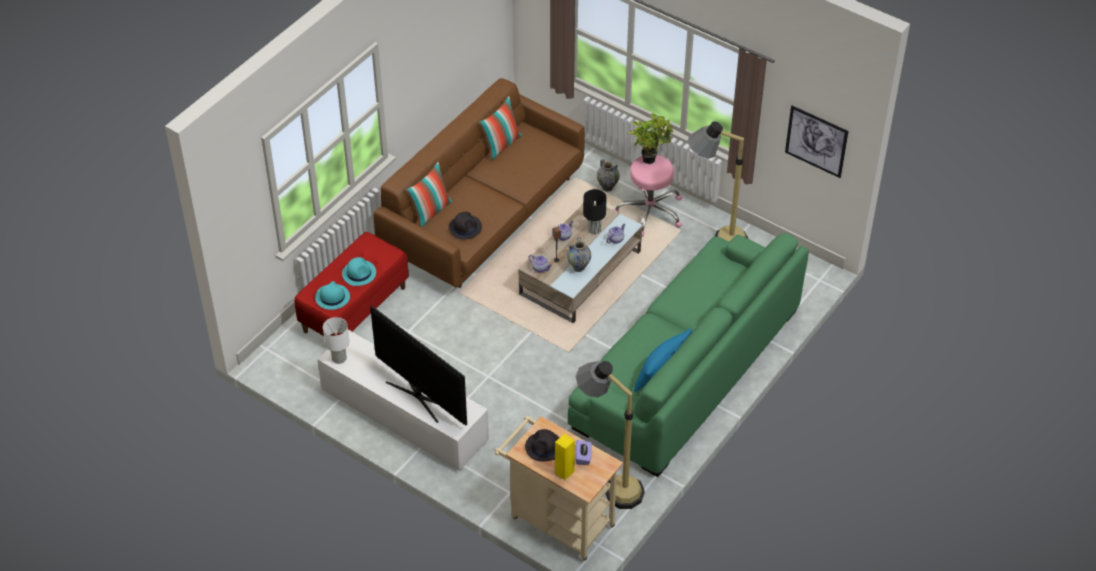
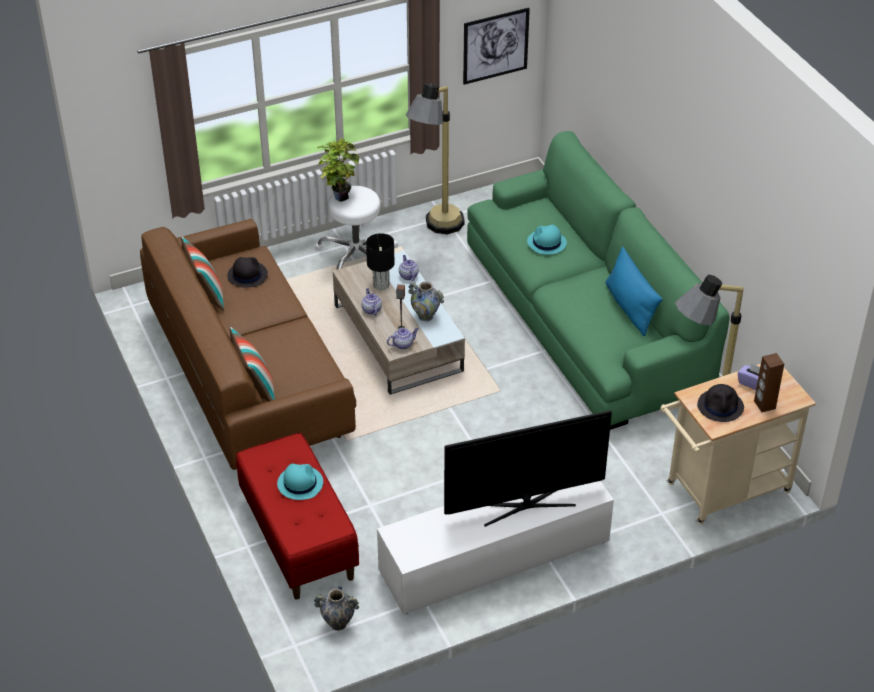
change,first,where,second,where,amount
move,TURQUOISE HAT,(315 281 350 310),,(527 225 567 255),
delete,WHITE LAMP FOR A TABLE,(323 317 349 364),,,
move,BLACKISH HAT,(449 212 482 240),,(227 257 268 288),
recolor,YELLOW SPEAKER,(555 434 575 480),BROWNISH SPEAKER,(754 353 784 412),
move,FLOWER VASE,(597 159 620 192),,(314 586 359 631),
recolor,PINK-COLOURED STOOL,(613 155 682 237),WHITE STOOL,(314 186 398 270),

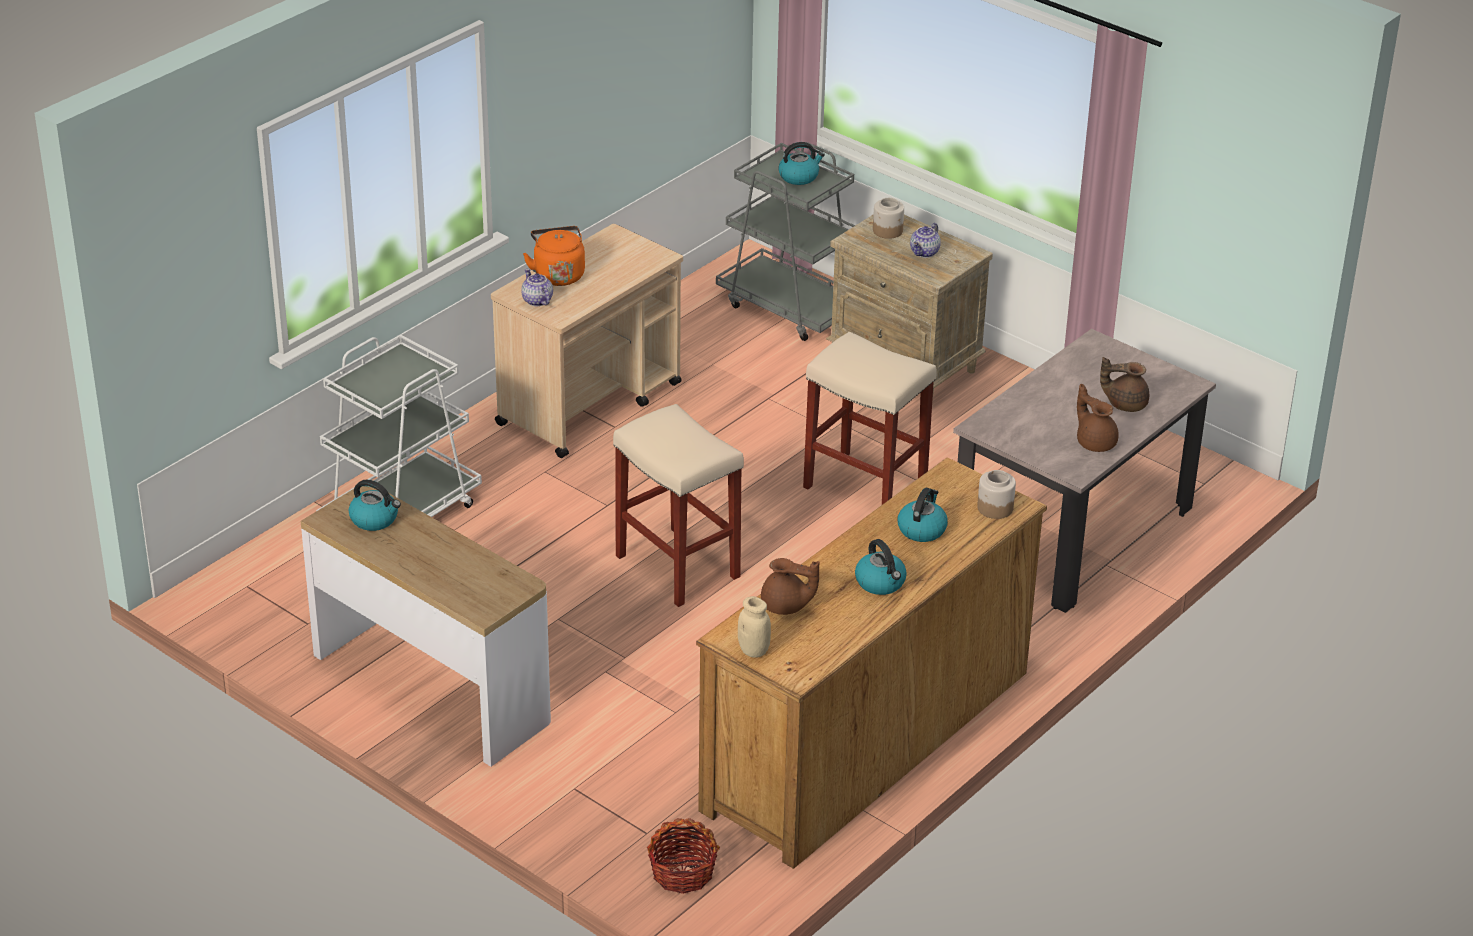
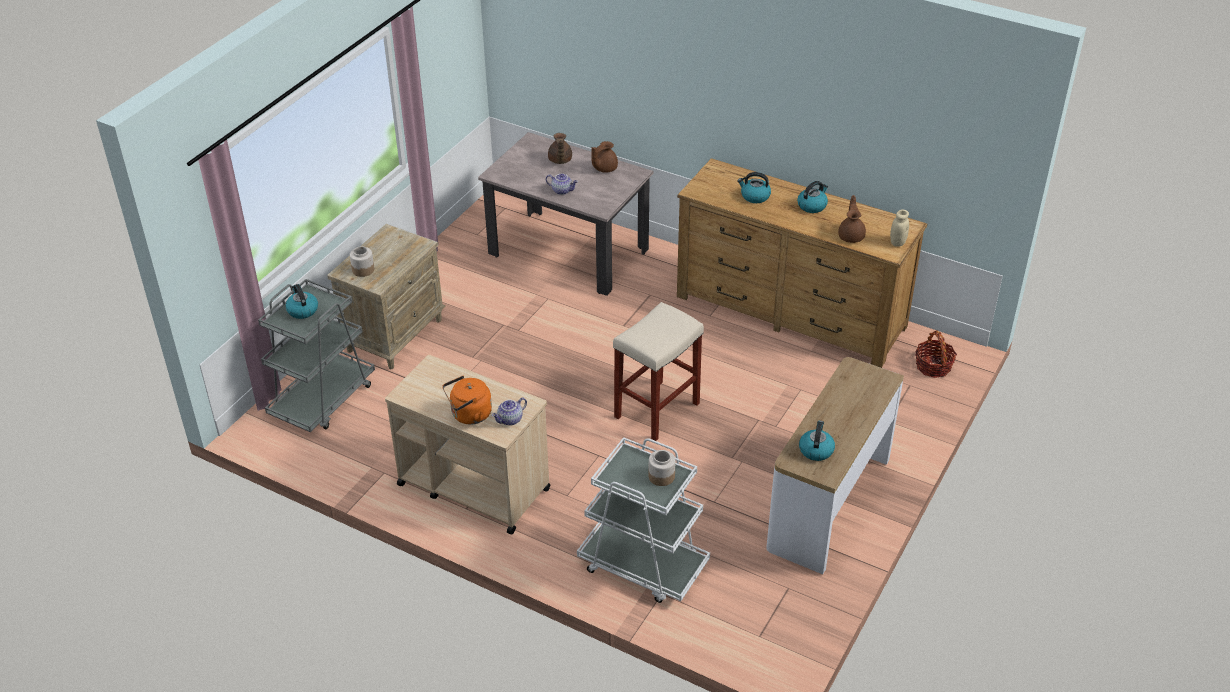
change,first,where,second,where,amount
delete,BEIGE STOOL,(803 332 937 505),,,
move,POT FOR TEA,(910 223 941 258),,(546 174 578 195),
move,PRESERVE JAR,(977 470 1016 519),,(648 450 676 486),

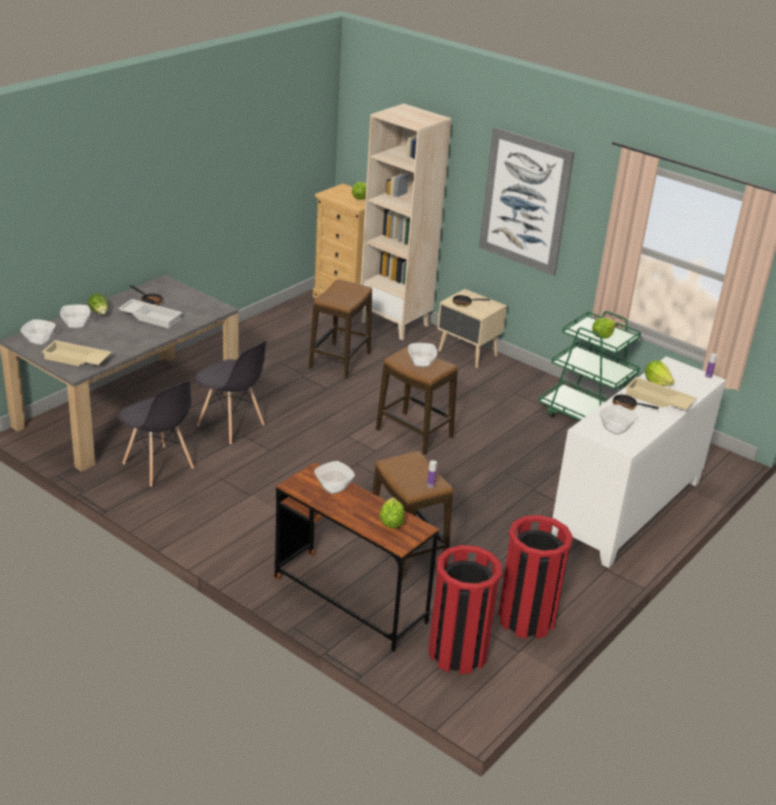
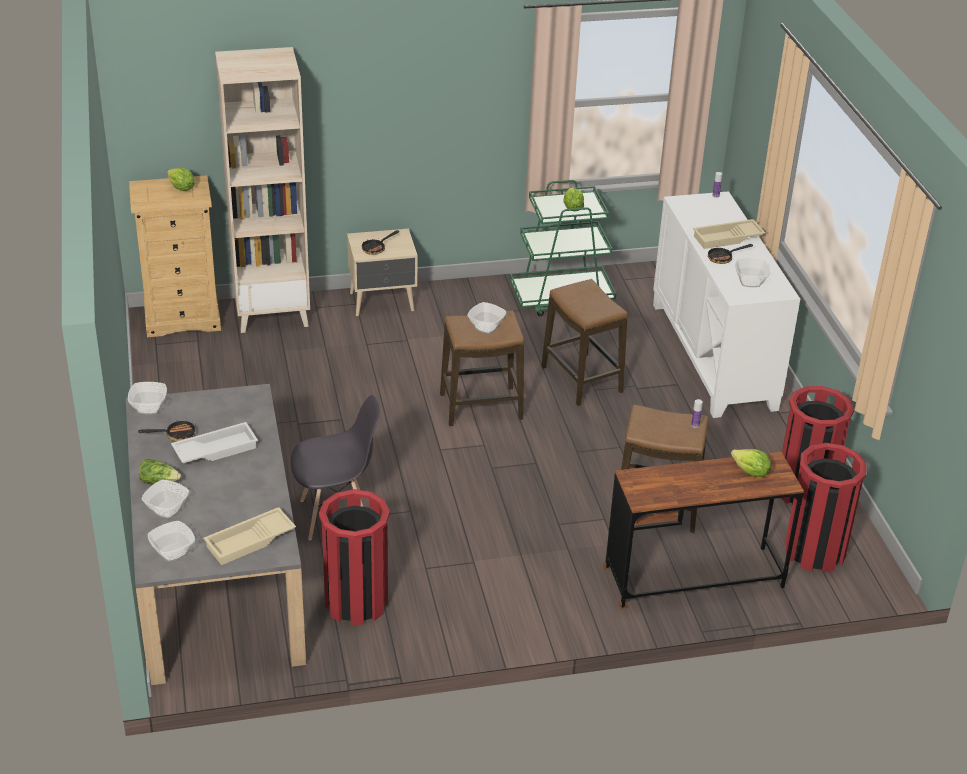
change,first,where,second,where,amount
replace,GREY CHAIR,(117 381 194 487),REDDISH TRASH CAN,(319 489 390 625),
move,STOOL,(309 279 372 379),,(541 279 628 406),
move,DEEP DISH,(314 461 355 494),,(128 382 167 415),
delete,WALL PICTURE,(479 127 575 276),,,
delete,HEAD OF LETTUCE,(645 360 675 386),,,

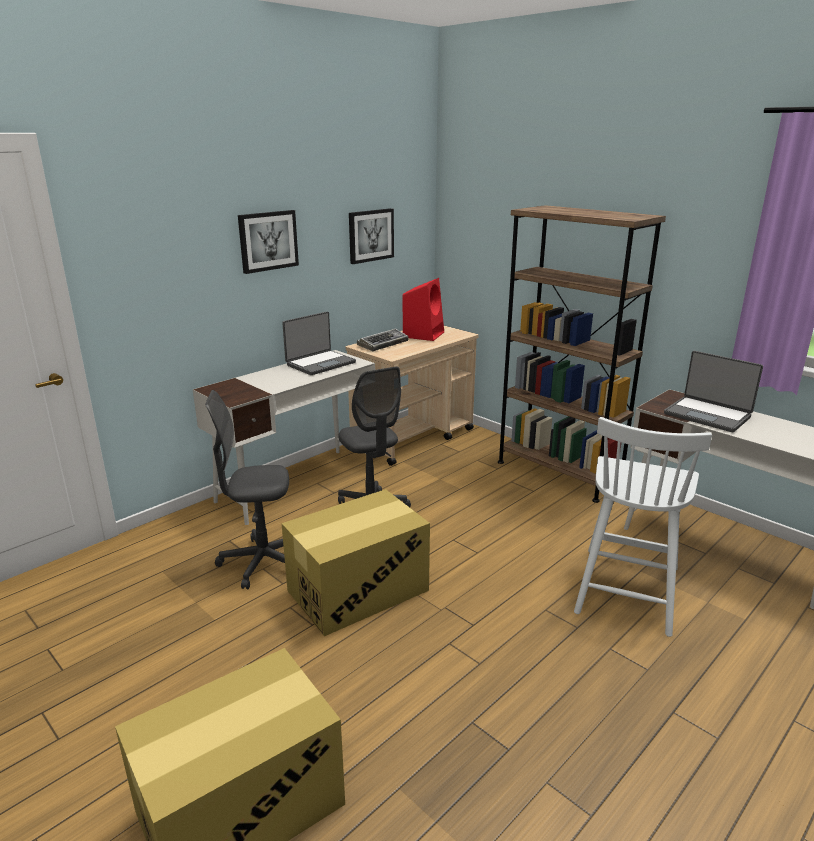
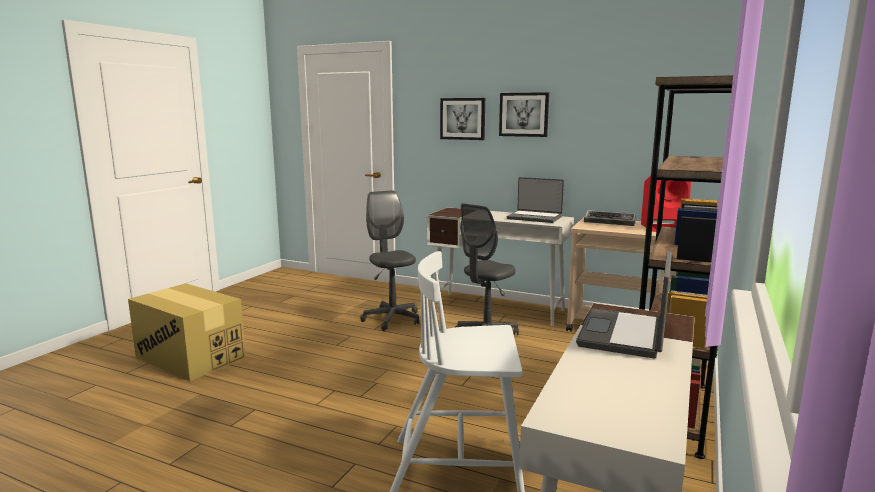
change,first,where,second,where,amount
delete,CARDBOARD BOX,(282 489 430 636),,,
move,WALL PICTURE,(349 208 394 264),,(440 98 485 140),

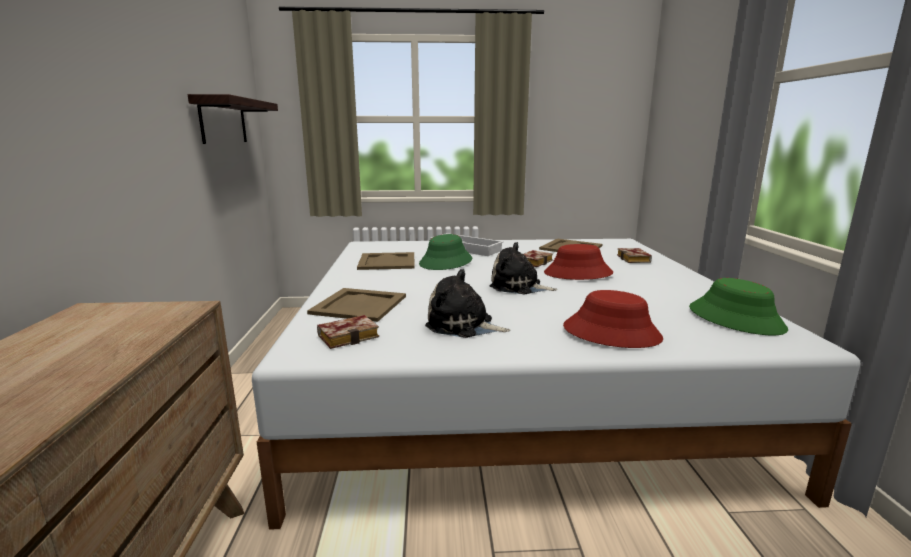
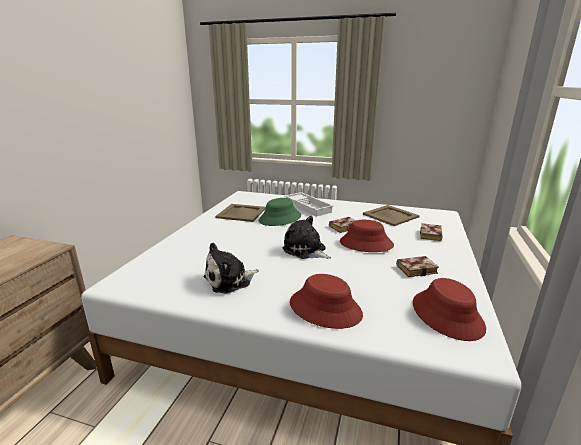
change,first,where,second,where,amount
delete,WALL SHELF,(188 94 278 144),,,
delete,BEIGE SERVING TRAY,(307 288 406 322),,,
move,BOUND BOOK,(317 315 379 349),,(396 256 439 277),
rotate,CUDDLY TOY,(425 269 510 338),,(204 242 259 294),75 degrees counterclockwise
recolor,GREENISH HAT,(689 278 788 335),REDDISH HAT,(413 278 486 341),

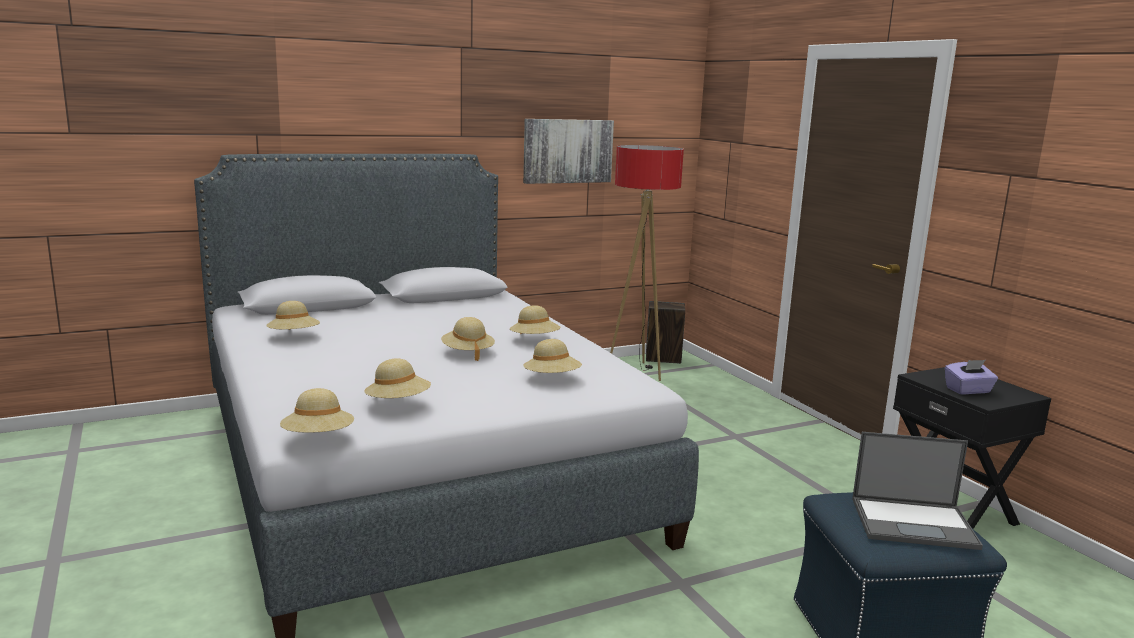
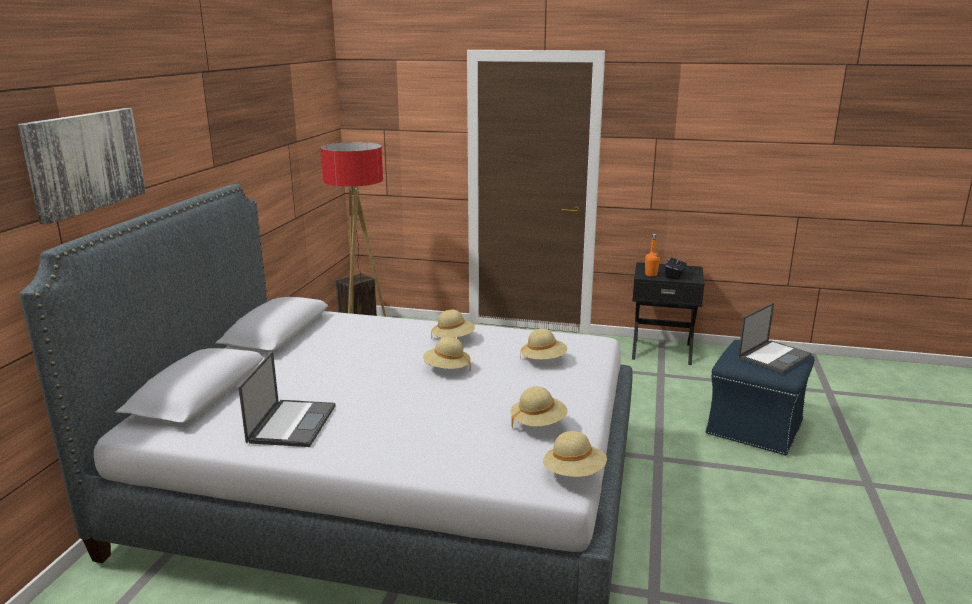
change,first,where,second,where,amount
replace,BEIGE HAT,(266 301 320 330),LAPTOP,(238 351 336 447),
move,WALL PICTURE,(523 119 614 184),,(18 108 146 224),
recolor,PURPLE TISSUE HOLDER,(945 360 998 394),BLACKISH TISSUE HOLDER,(665 256 687 280),
insert,,,ORANGE-COLOURED BEVERAGE BOTTLE,(645 234 660 277),

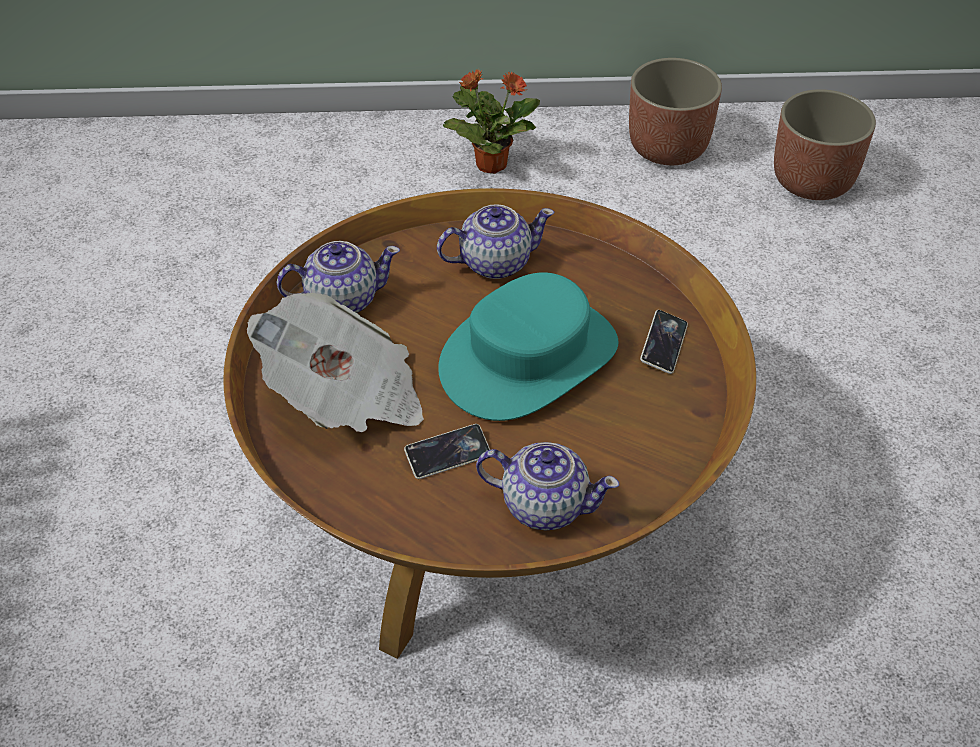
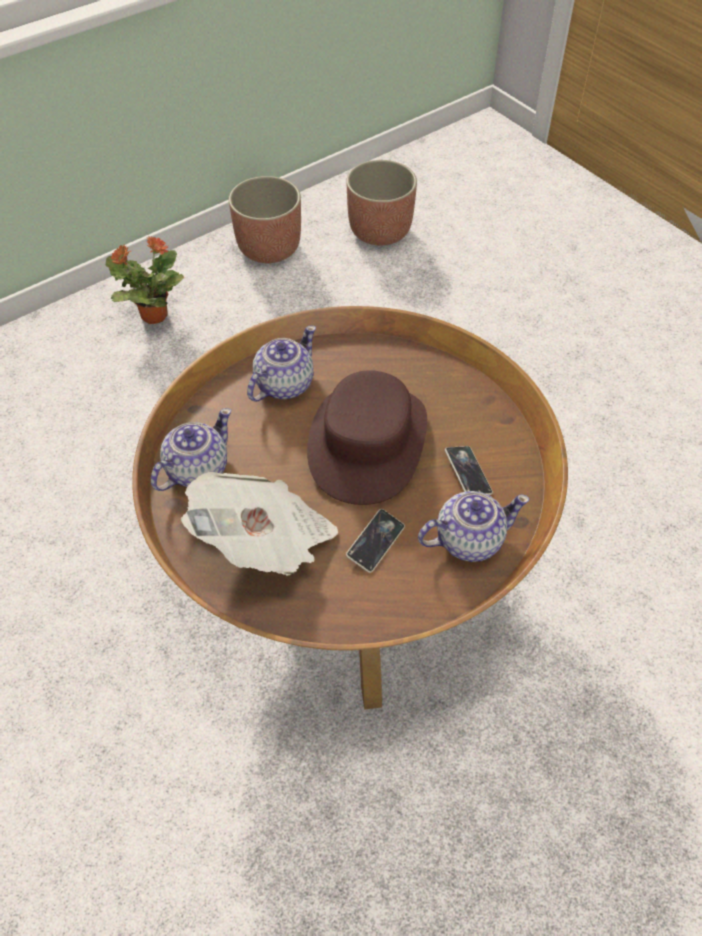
change,first,where,second,where,amount
recolor,TURQUOISE HAT,(438 272 619 421),BROWNISH HAT,(307 370 427 505),
move,PHONE,(640 310 688 374),,(445 446 493 495),

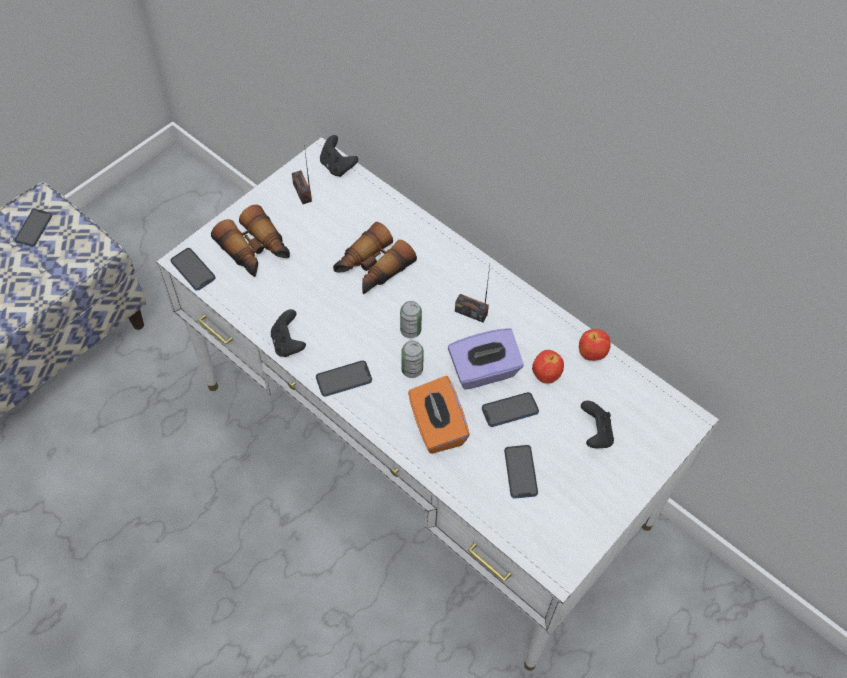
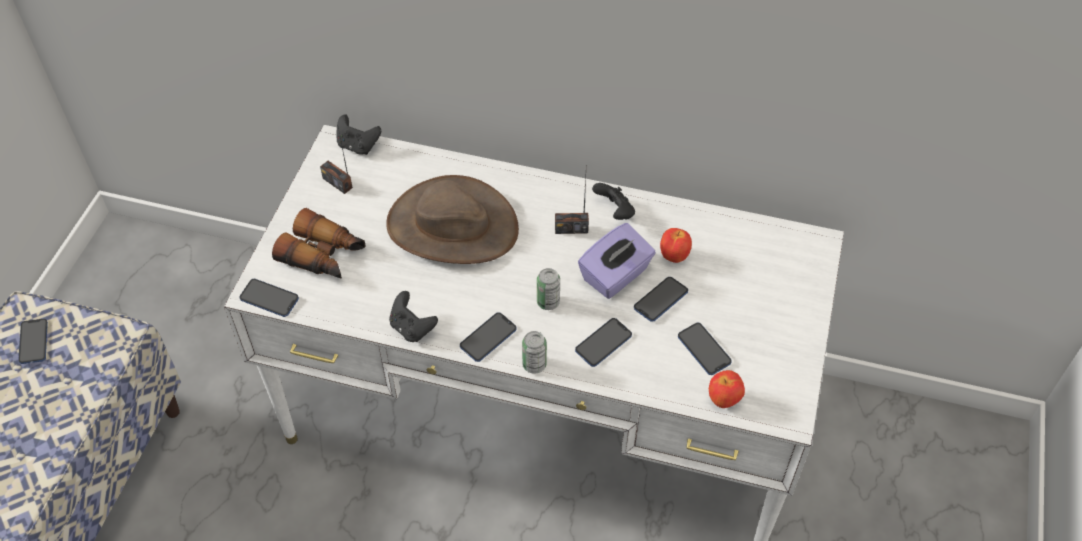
change,first,where,second,where,amount
replace,FIELD GLASSES,(333 222 417 294),BROWNISH HAT,(386 175 519 264),
move,CAN,(400 301 422 338),,(522 331 547 374),
replace,ORANGE-COLOURED TISSUE HOLDER,(408 376 470 454),PHONE,(575 318 632 367),
move,WHOLE APPLE,(579 329 611 361),,(709 370 745 408),
move,BLACKISH GAMEPAD,(581 401 614 448),,(592 183 635 220),

